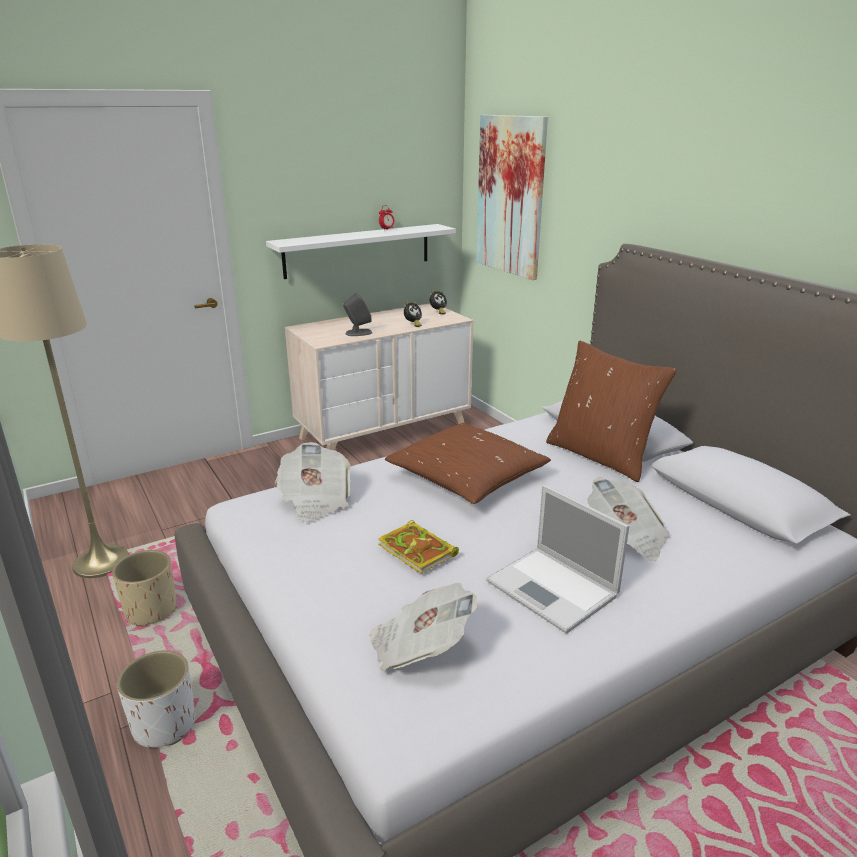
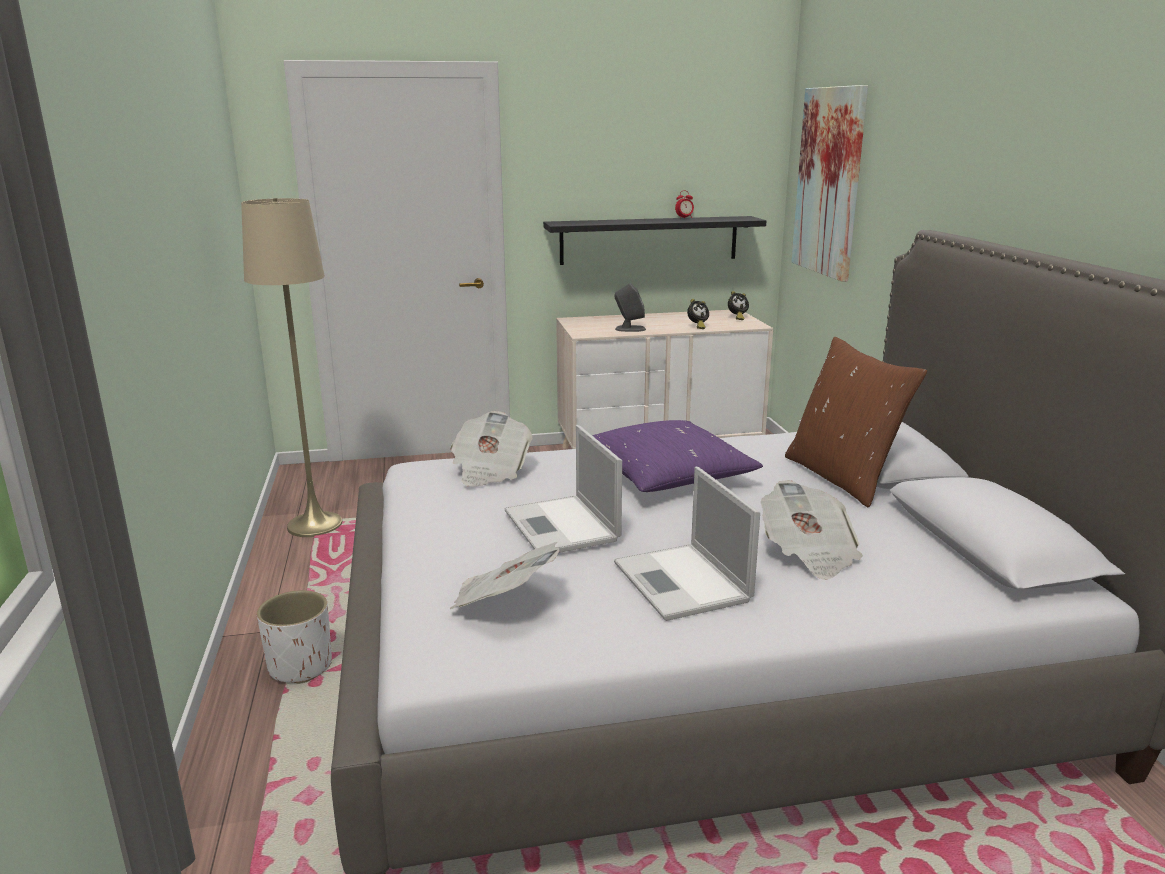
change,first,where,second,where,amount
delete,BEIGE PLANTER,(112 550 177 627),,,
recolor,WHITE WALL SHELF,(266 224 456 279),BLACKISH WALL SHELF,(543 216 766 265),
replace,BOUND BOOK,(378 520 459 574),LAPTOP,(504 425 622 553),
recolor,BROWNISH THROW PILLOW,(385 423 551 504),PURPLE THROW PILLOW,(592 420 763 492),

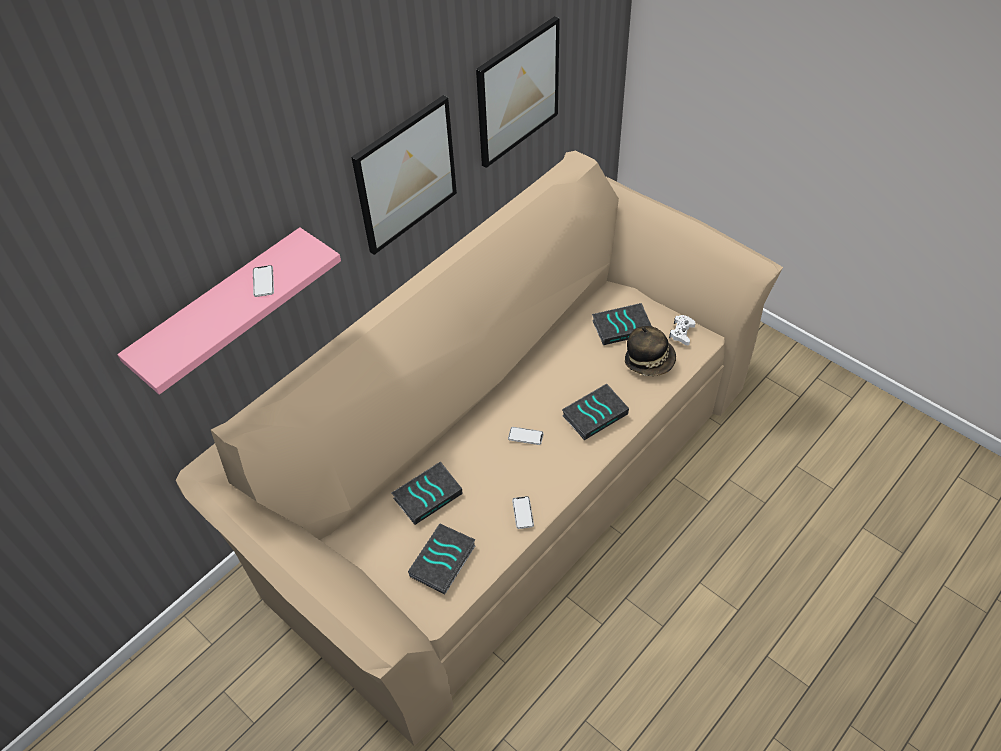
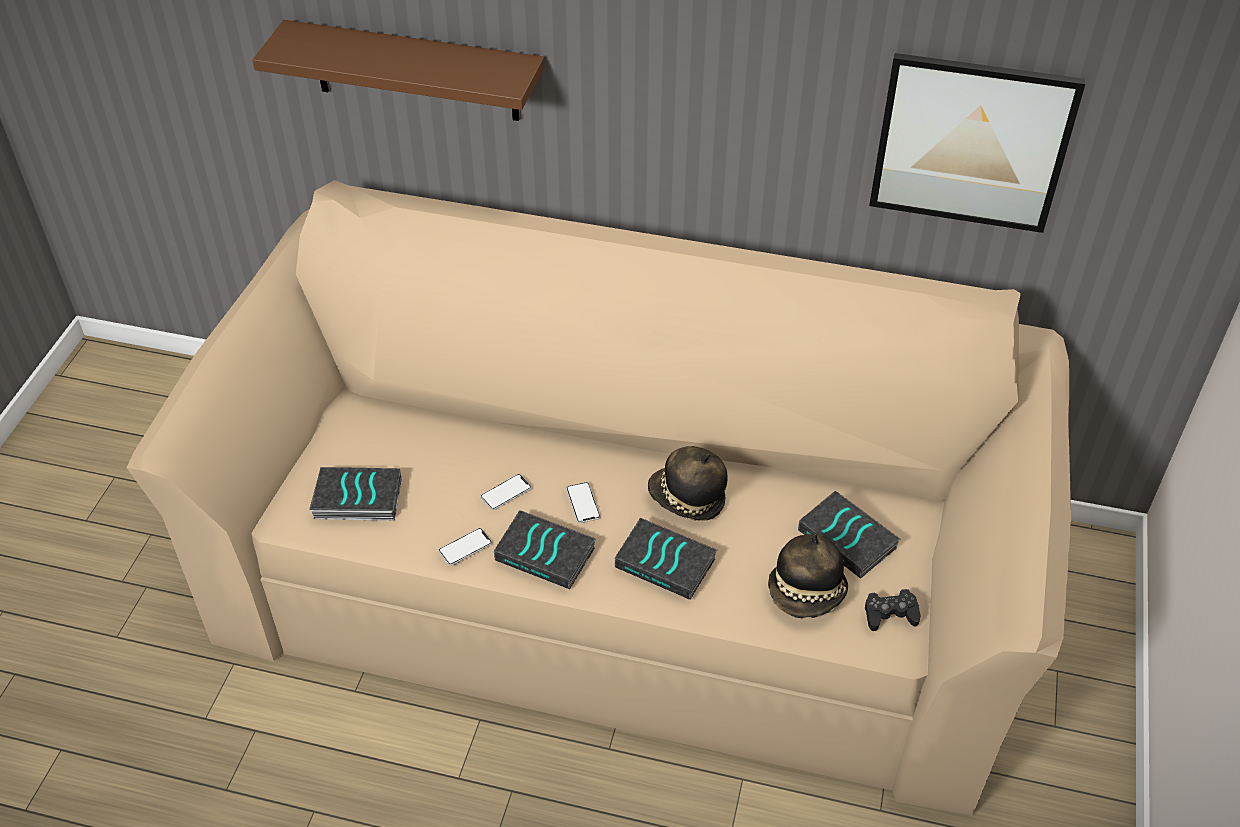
change,first,where,second,where,amount
recolor,PINK-COLOURED WALL SHELF,(117 227 341 395),BROWNISH WALL SHELF,(252 20 545 121),
move,PHONE,(253 265 274 297),,(480 474 532 510),
delete,WALL PICTURE,(351 95 457 255),,,
move,BOUND BOOK,(392 461 463 525),,(494 510 596 589),
recolor,WHITE GAMEPAD,(669 315 696 345),BLACKISH GAMEPAD,(865 589 920 631),
insert,,,HAT,(648 446 728 521),

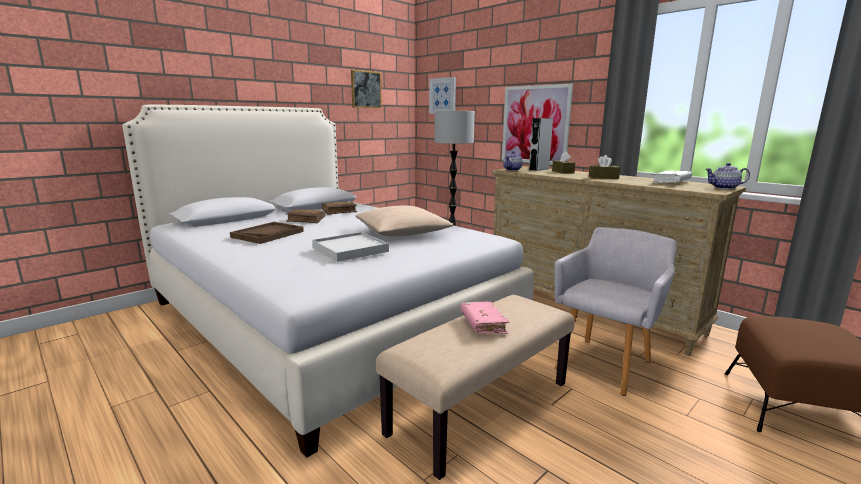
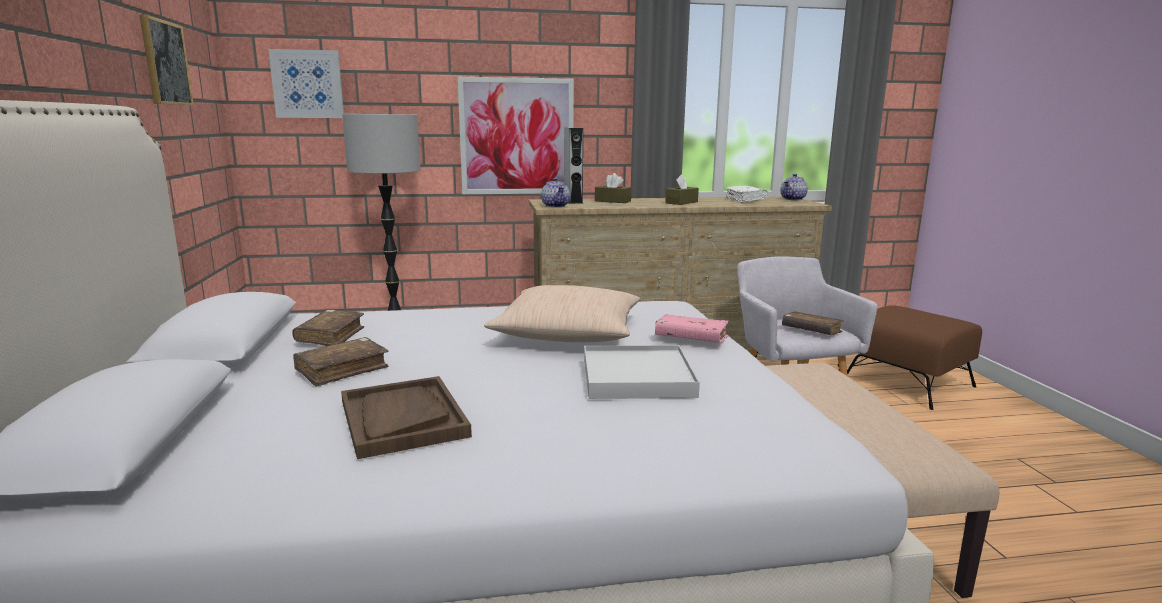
change,first,where,second,where,amount
move,PINK-COLOURED BOUND BOOK,(460 301 510 334),,(655 314 729 343),
insert,,,BROWNISH BOUND BOOK,(782 311 844 335),

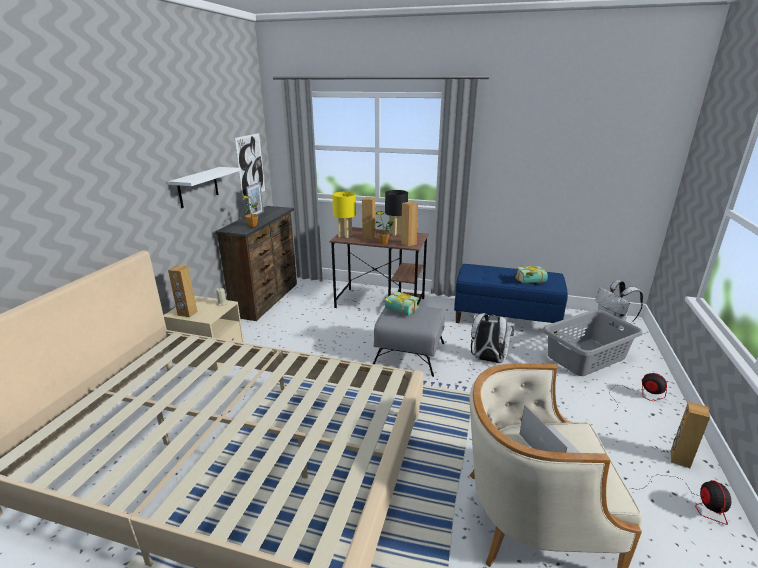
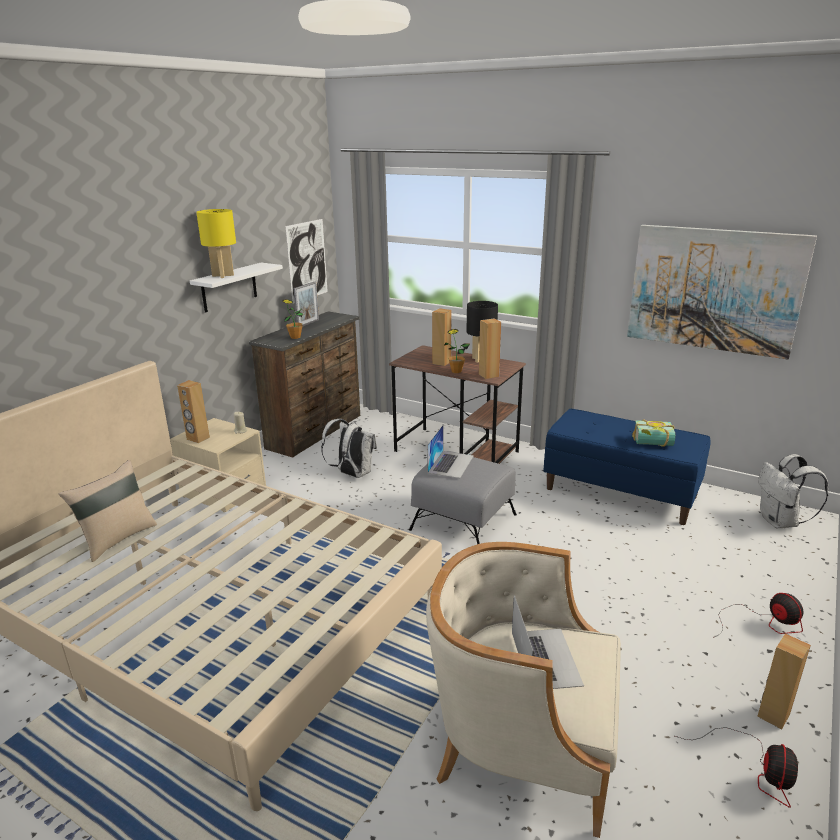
change,first,where,second,where,amount
move,YELLOW LAMP FOR A TABLE,(332 192 356 238),,(196 209 236 278),
replace,BOUND BOOK,(385 291 419 315),LAPTOP,(427 425 474 478),
move,WHITE RUCKSACK,(471 313 515 363),,(321 419 377 478),
delete,GREY HAMPER,(542 310 643 376),,,
insert,,,BEIGE THROW PILLOW,(58 460 157 562),
insert,,,WALL PICTURE,(627 225 817 359),

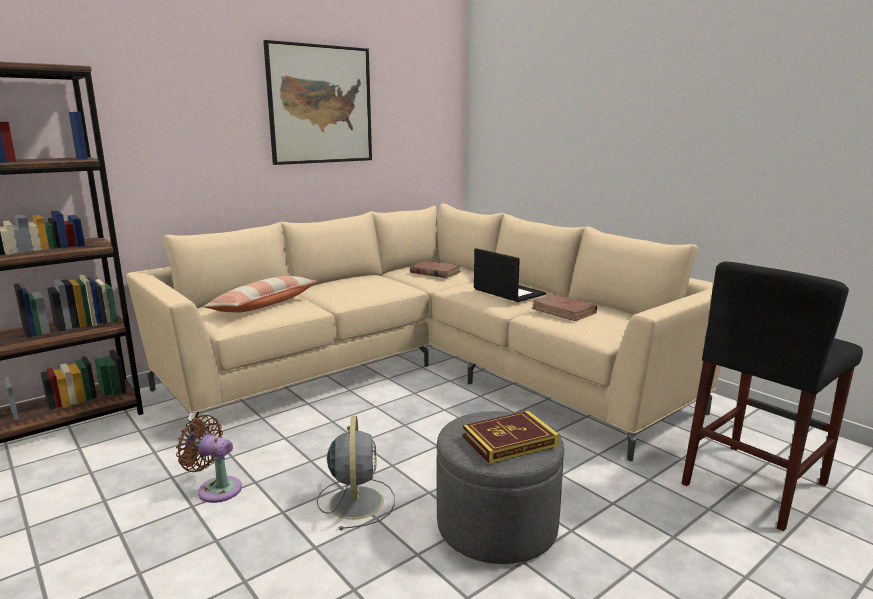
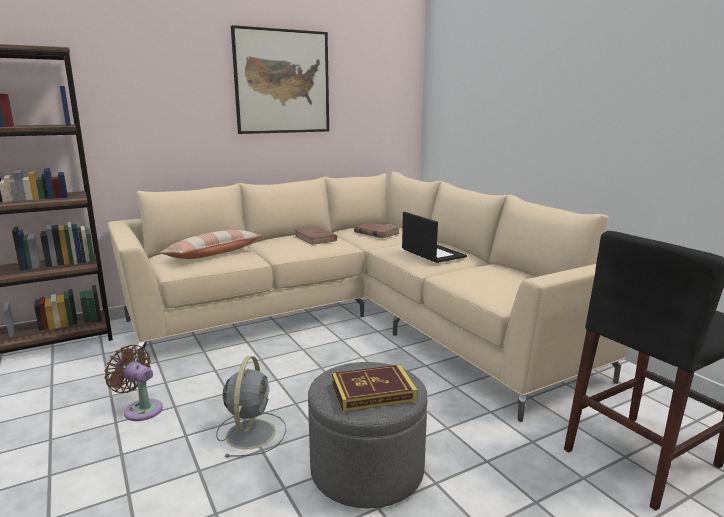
change,first,where,second,where,amount
move,BROWNISH BOUND BOOK,(532 294 597 321),,(295 227 337 245),

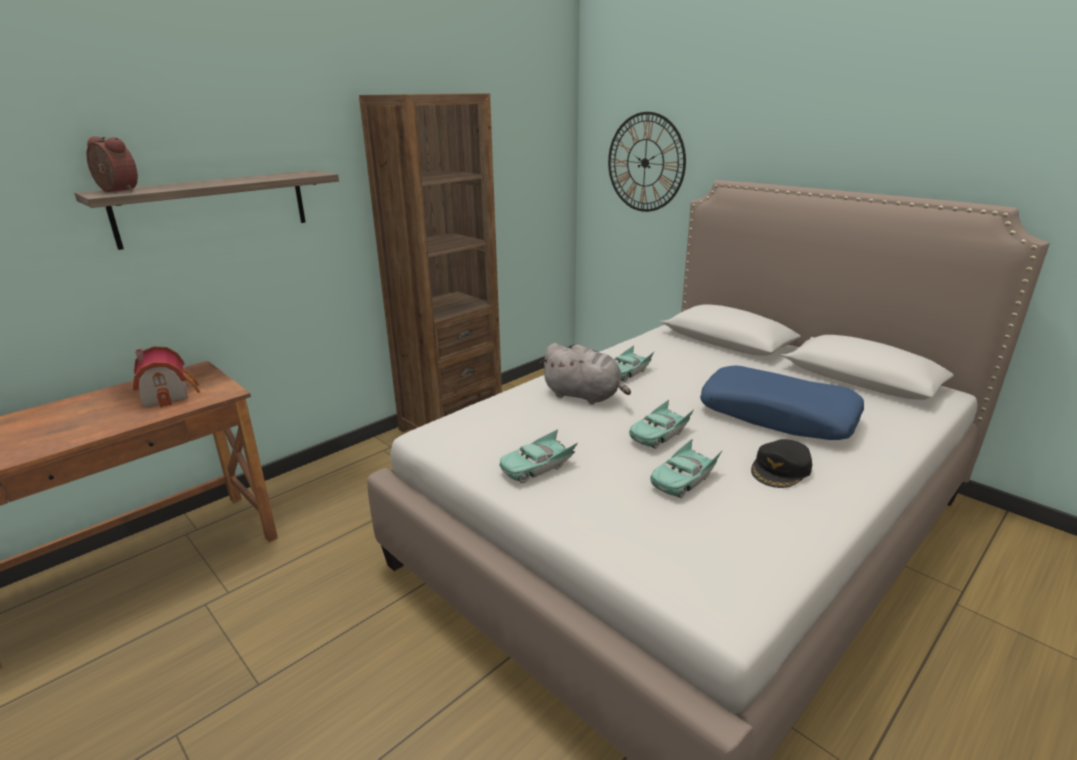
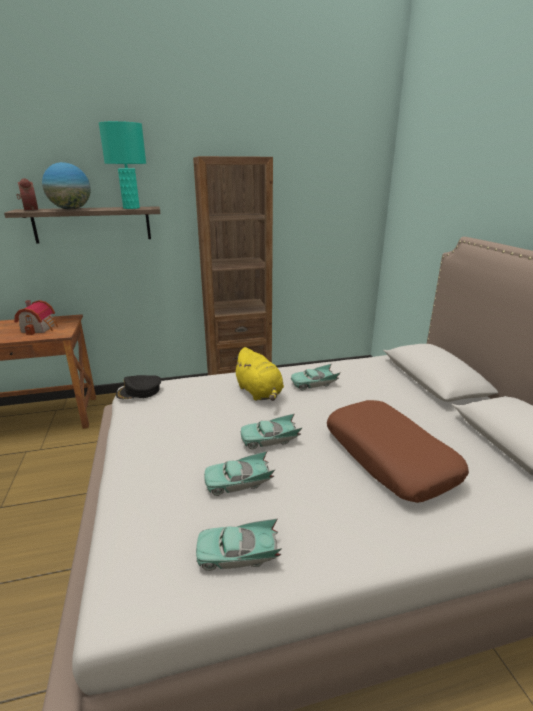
change,first,where,second,where,amount
move,TURQUOISE TOY CAR,(499 429 578 483),,(196 518 282 571),
recolor,GREY CUDDLY TOY,(540 343 631 404),YELLOW CUDDLY TOY,(232 347 284 401),
delete,WALL CLOCK,(608 112 686 212),,,
recolor,BLUISH THROW PILLOW,(700 366 864 440),BROWNISH THROW PILLOW,(327 400 469 503),
move,BLACKISH CAP,(751 439 812 488),,(116 375 161 399),
insert,,,GLOBE,(42 162 91 210),
insert,,,TURQUOISE LAMP FOR A TABLE,(99 121 146 209),

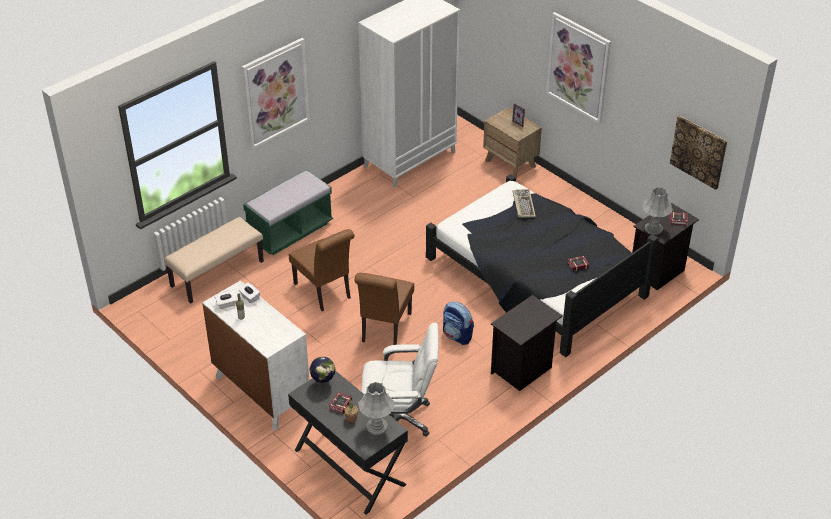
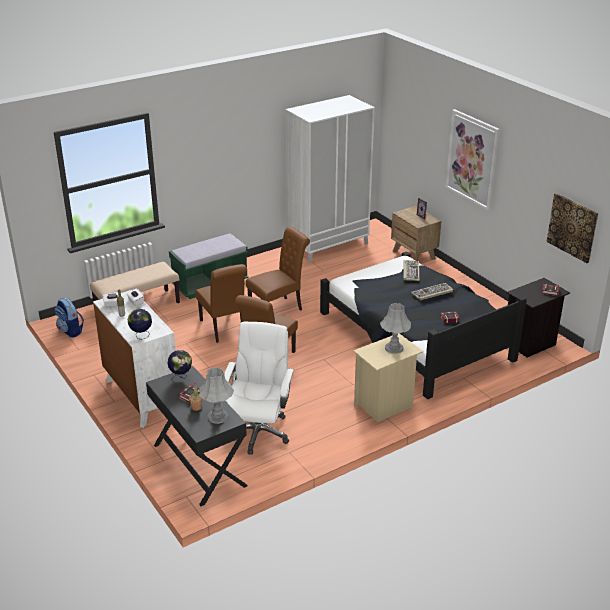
change,first,where,second,where,amount
delete,WALL PICTURE,(242 38 310 150),,,
rotate,WHITE COMPUTER CHAIR,(361 323 439 436),,(224 322 294 455),90 degrees counterclockwise
move,RUCKSACK,(443 302 474 345),,(55 298 84 337),
recolor,BLACKISH BEDSIDE TABLE,(491 295 563 391),BEIGE BEDSIDE TABLE,(353 333 423 422),
move,GREY LAMP FOR A TABLE,(642 187 673 235),,(380 303 411 354),
insert,,,GLOBE,(127 309 152 339),
insert,,,BROWNISH CHAIR,(246 227 310 311),
insert,,,KEYBOARD,(411 283 453 300),

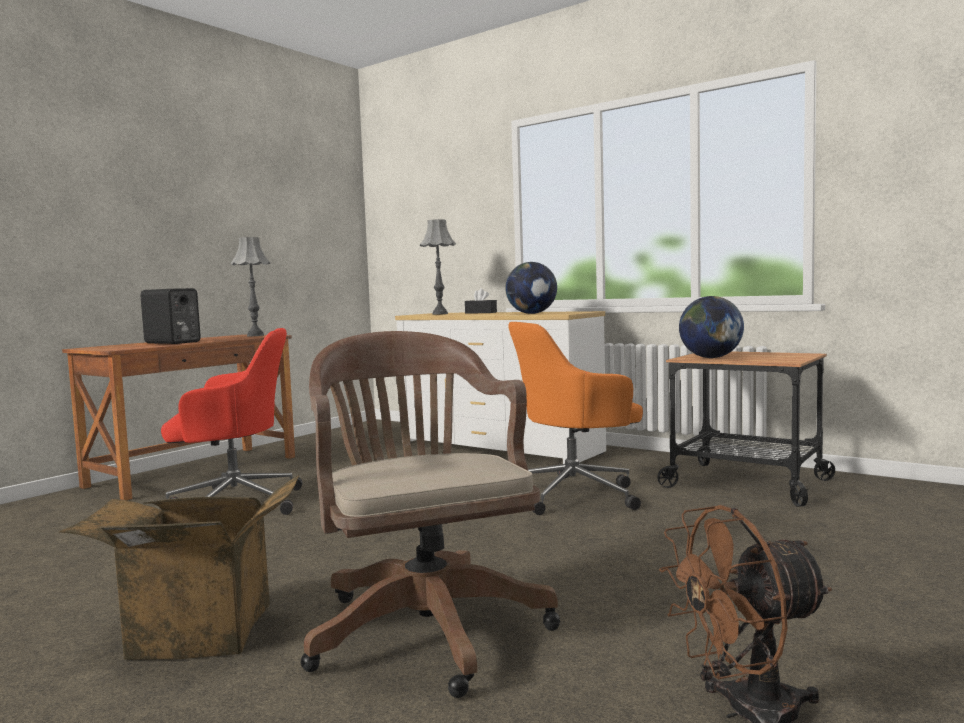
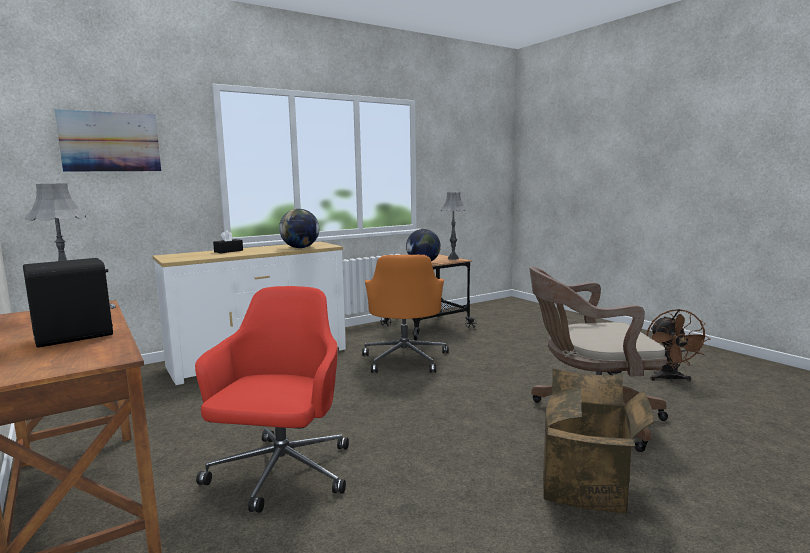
change,first,where,second,where,amount
move,GREY LAMP FOR A TABLE,(420 219 456 315),,(441 192 467 260),
insert,,,WALL PICTURE,(55 109 161 172),

